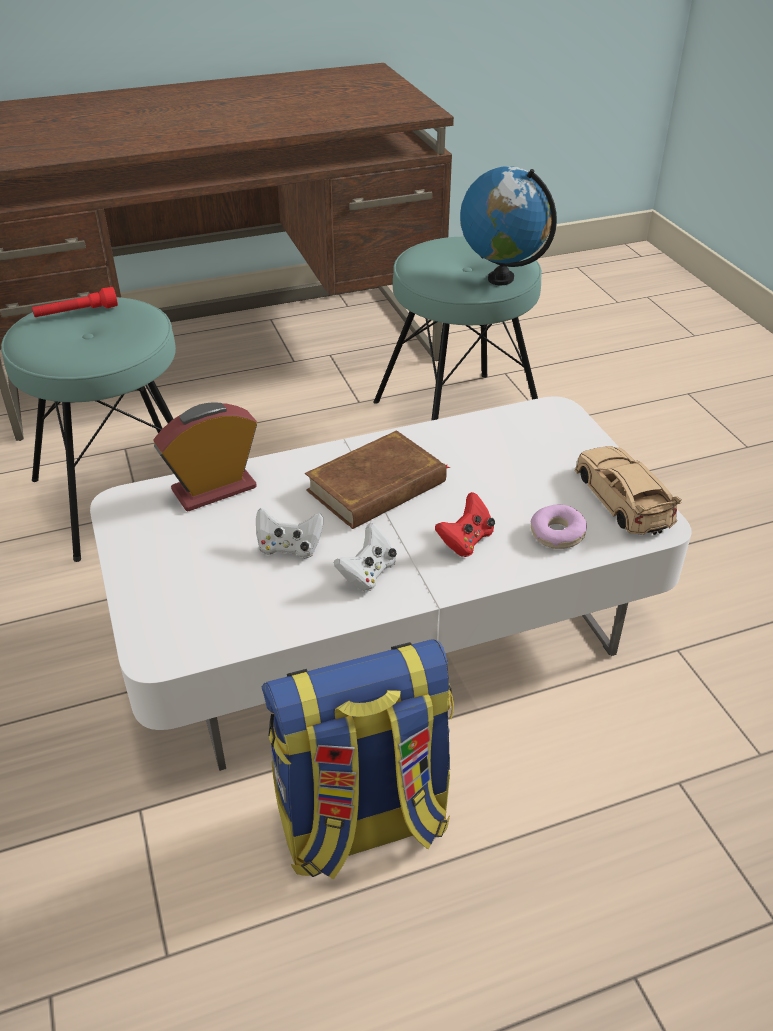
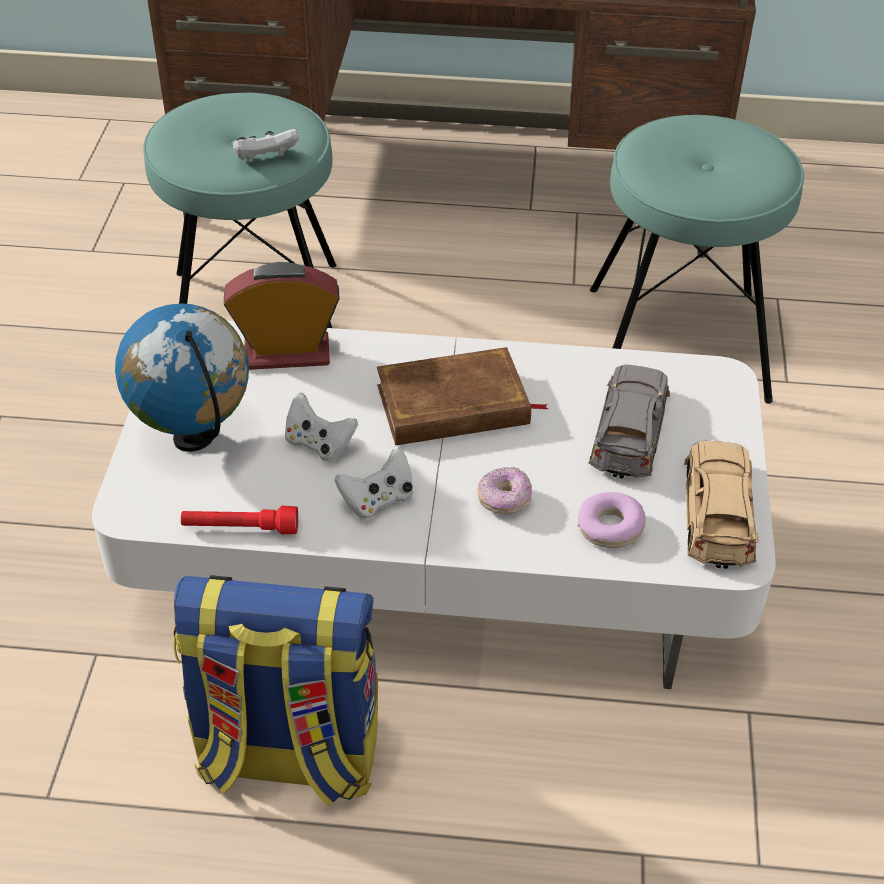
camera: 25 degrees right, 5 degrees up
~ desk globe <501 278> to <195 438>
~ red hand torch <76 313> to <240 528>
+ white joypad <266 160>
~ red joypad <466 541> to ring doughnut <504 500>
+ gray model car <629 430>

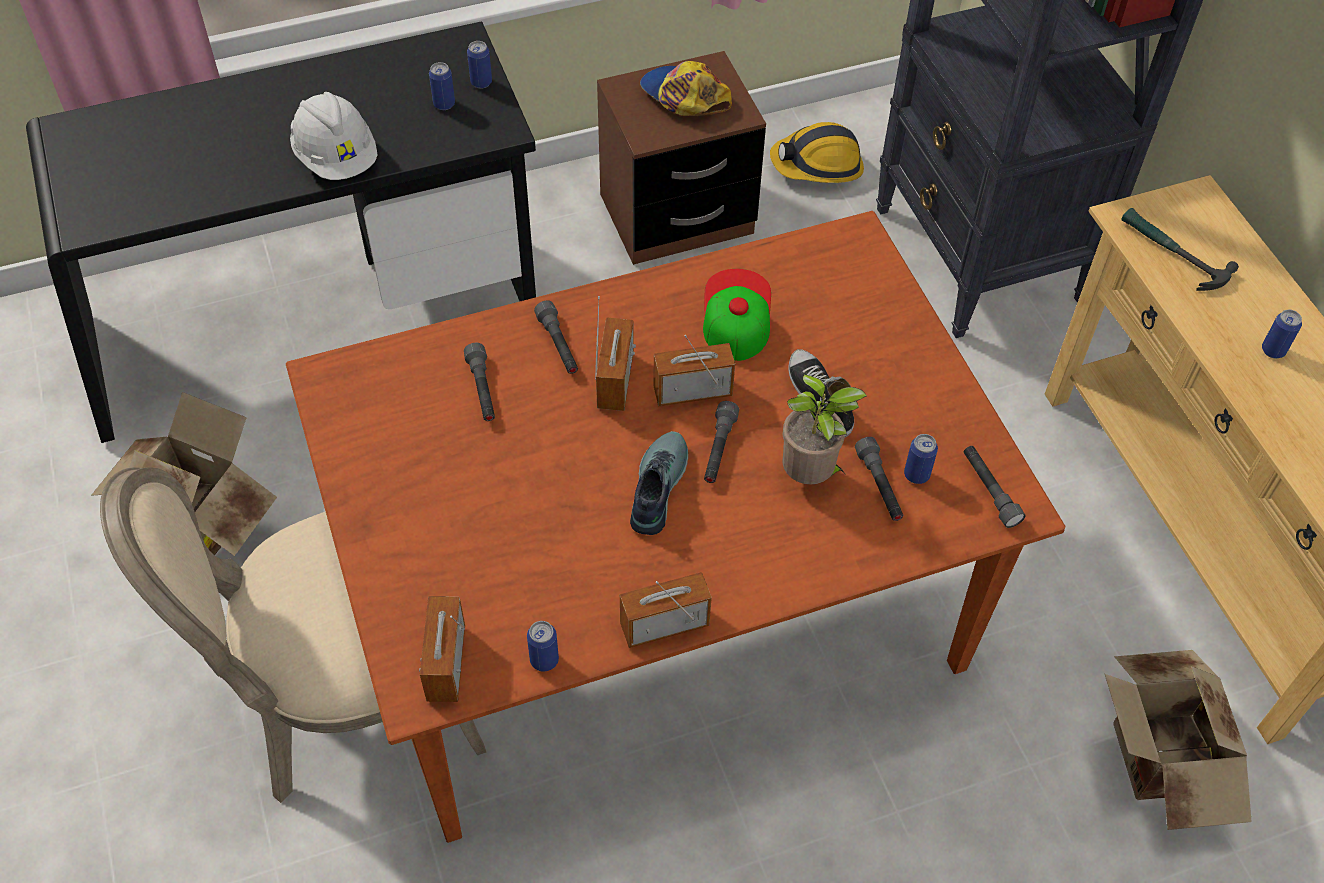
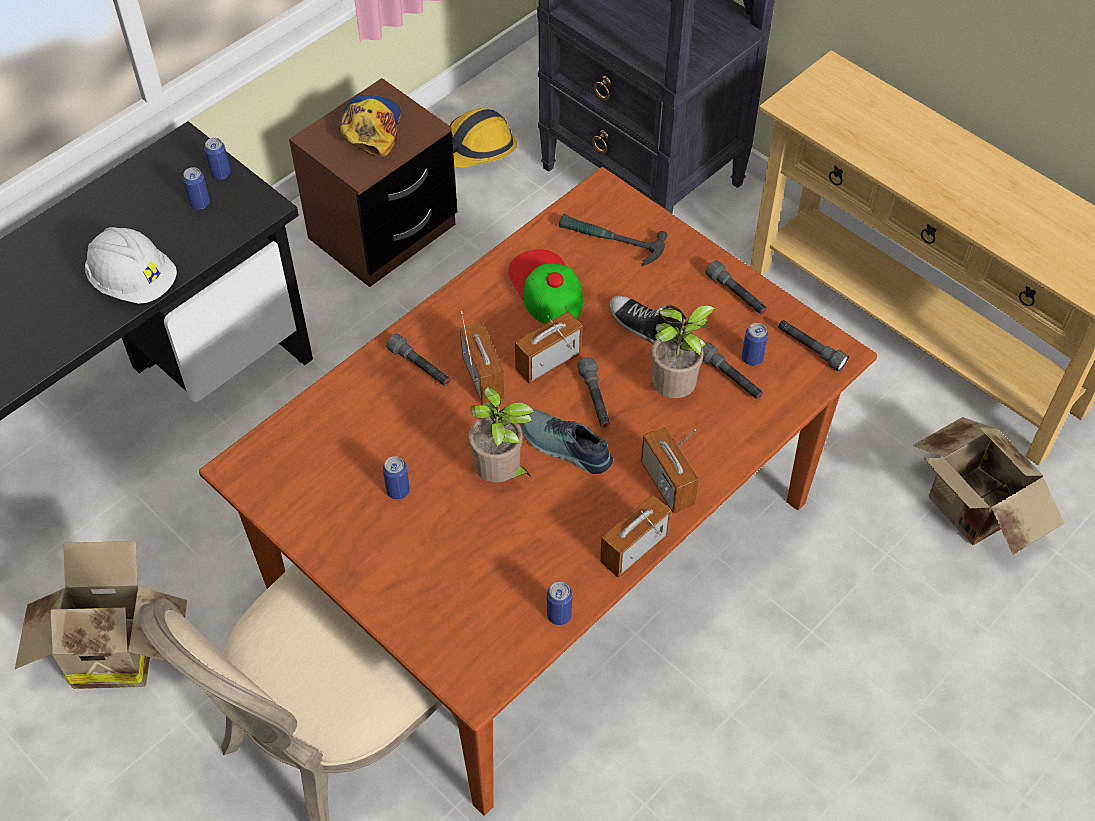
camera: 25 degrees left, 0 degrees up
~ cap <684 96> = <371 128> 75 degrees clockwise
~ can <1273 350> to <398 491>
+ potted plant <501 475>
~ shoe <655 487> = <564 448> 45 degrees counterclockwise
~ hand hammer <1171 253> to <610 241>
~ radio receiver <446 663> to <667 484>
~ gray hand torch <482 390> to <736 295>

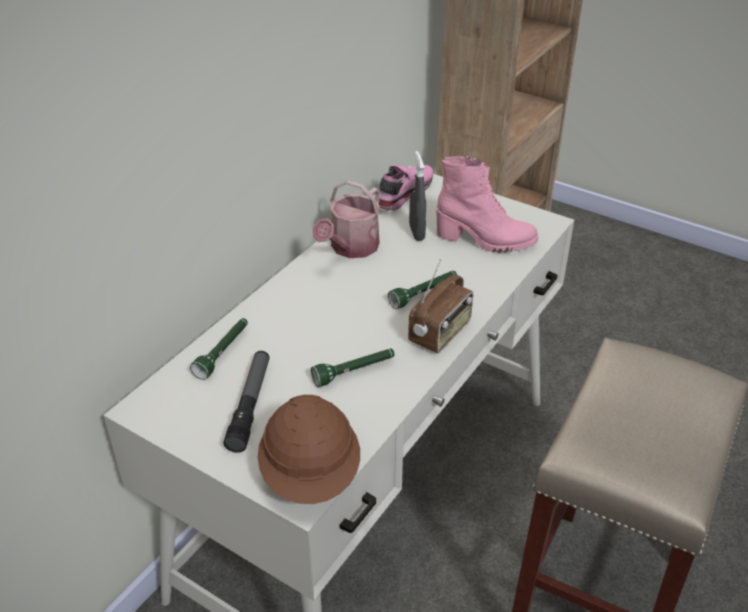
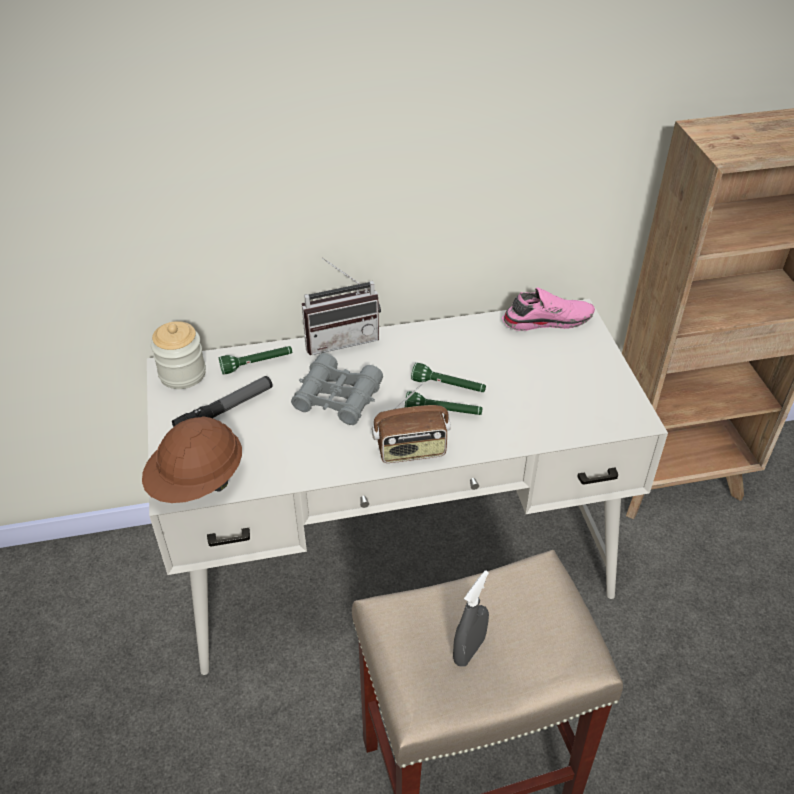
camera: 45 degrees right, 5 degrees up
+ storage jar <182 374>
+ gray pair of binoculars <337 398>
+ radio receiver <341 338>
~ green-coloured hand torch <354 372> to <448 386>
~ gray spray bottle <416 232> to <469 650>
- sprinkling can <351 248>
- pink-coloured boot <485 241>

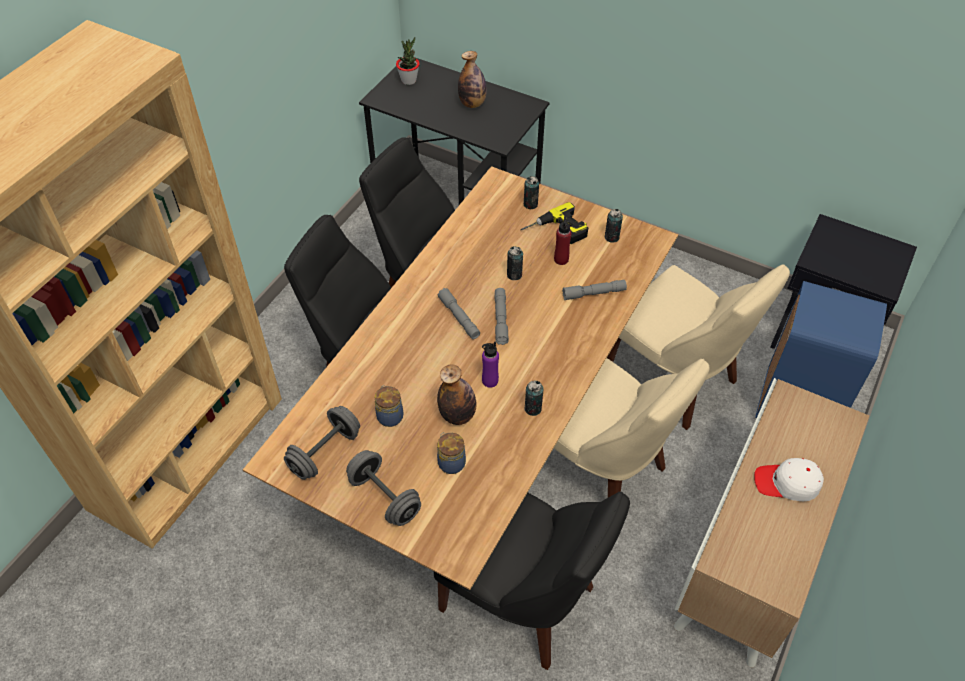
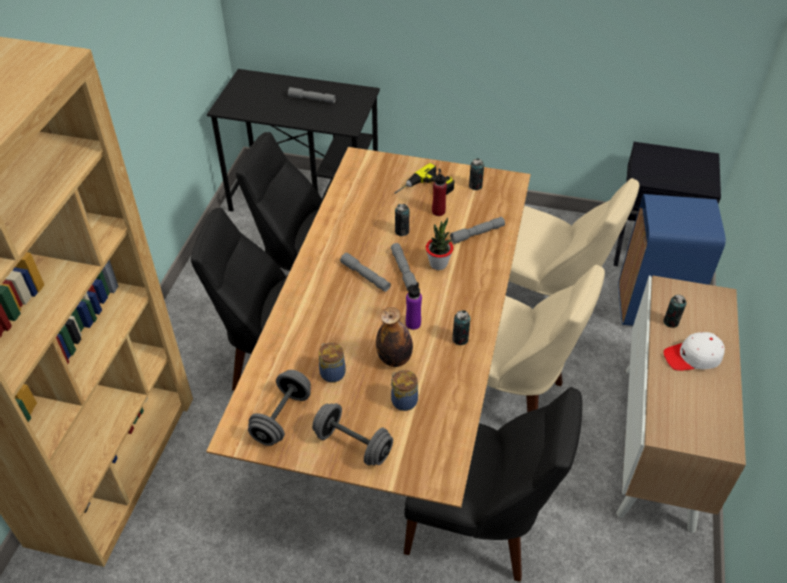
camera: 15 degrees left, 5 degrees down
~ bottle <472 104> to gray hand torch <312 99>
~ potted plant <409 80> to <438 264>
~ can <530 204> to <670 322>

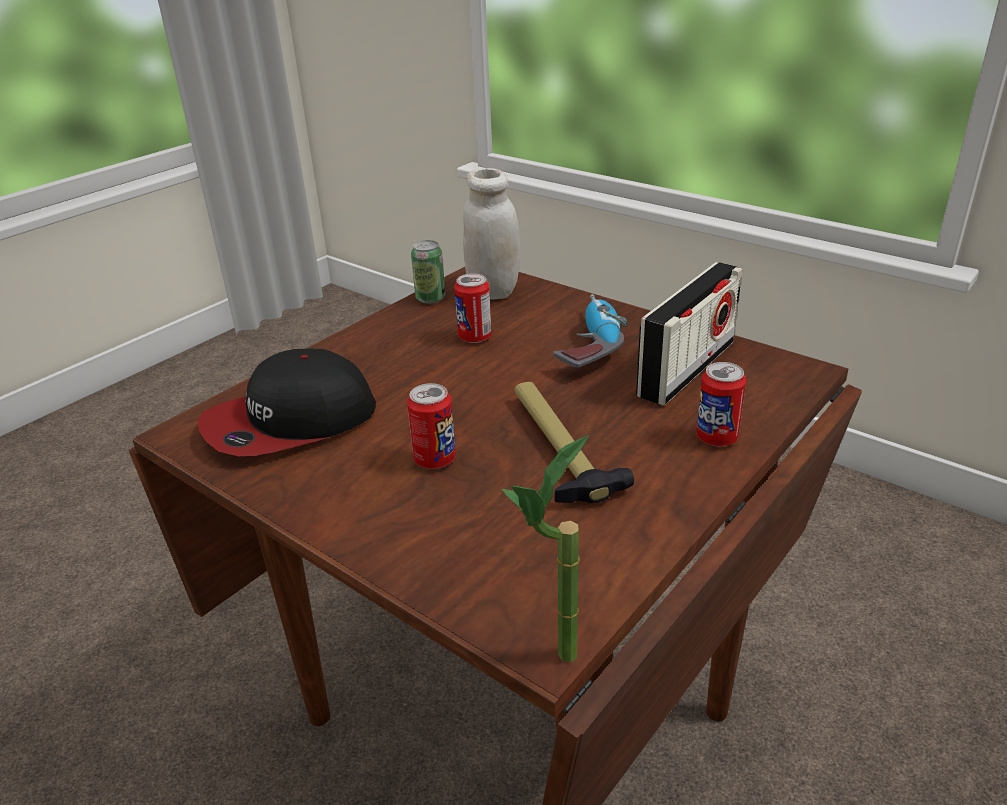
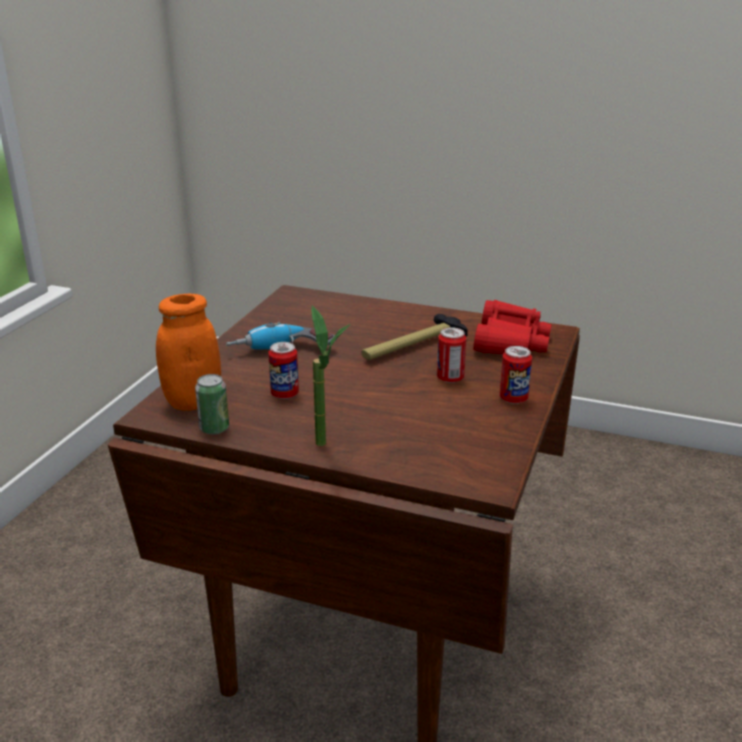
camera: 110 degrees left, 5 degrees down
~ white storage jar <493 291> to orange-coloured storage jar <193 402>
~ potted plant <550 663> to <329 447>
+ red pair of binoculars <510 342>
~ can <716 438> to <513 399>
- cap <290 422>
- radio receiver <687 369>

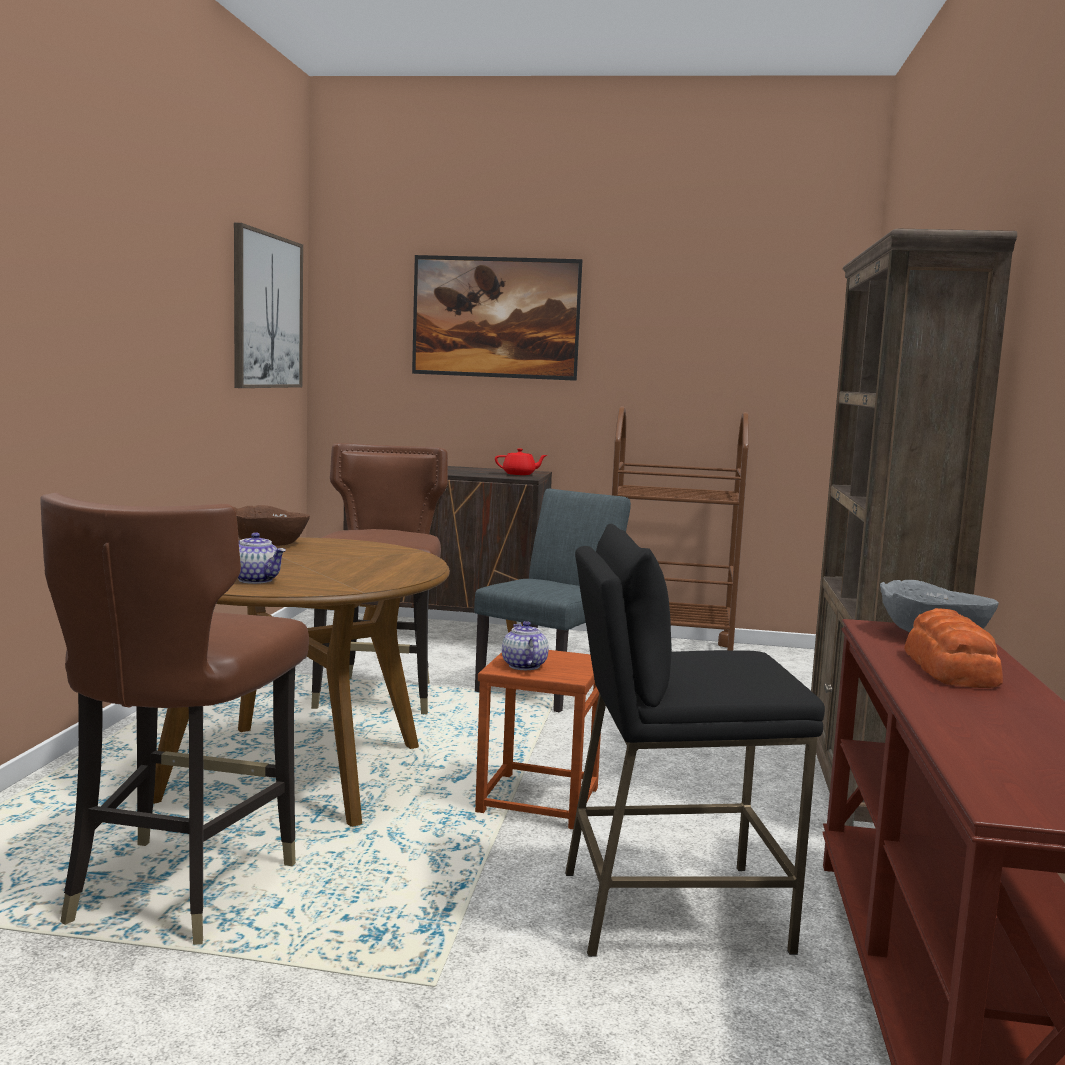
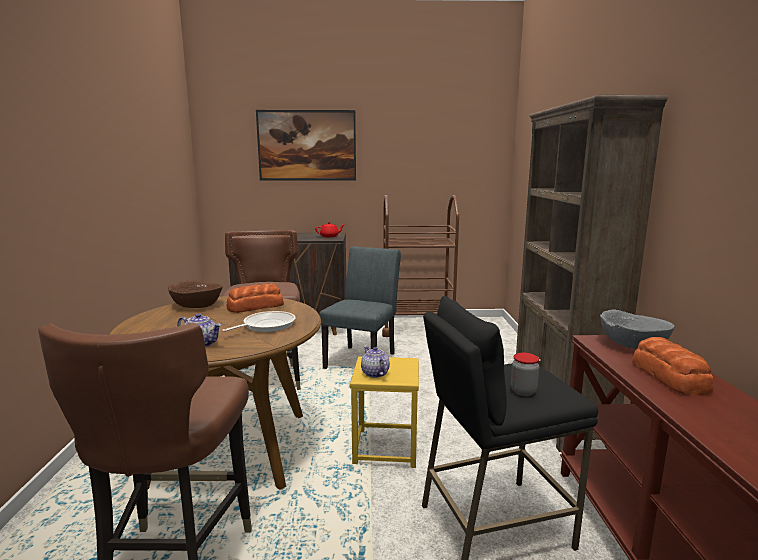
camera: 10 degrees left, 5 degrees up
+ pan <266 325>
+ bakery bread <254 306>
~ brownish stool <537 800> to yellow-coloured stool <385 447>
+ storage jar <523 391>
- picture <267 311>

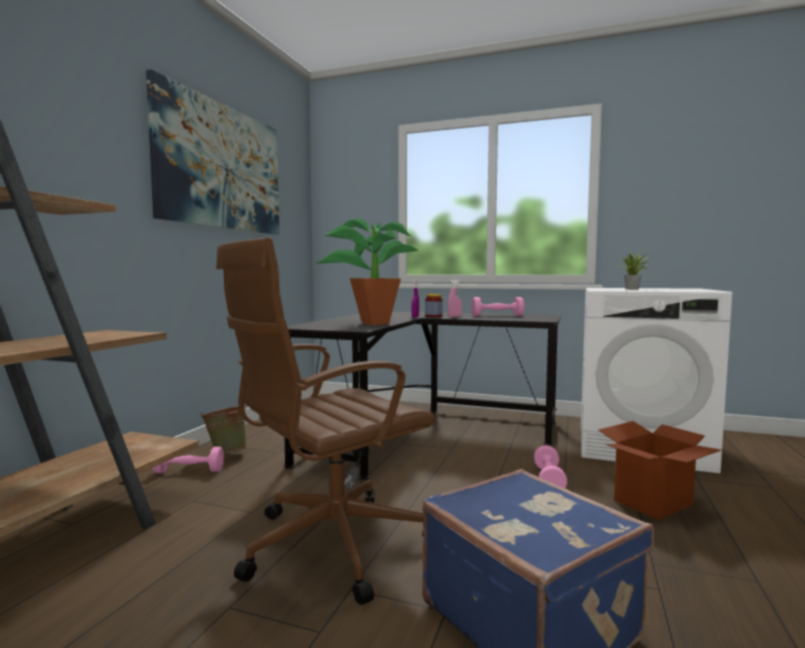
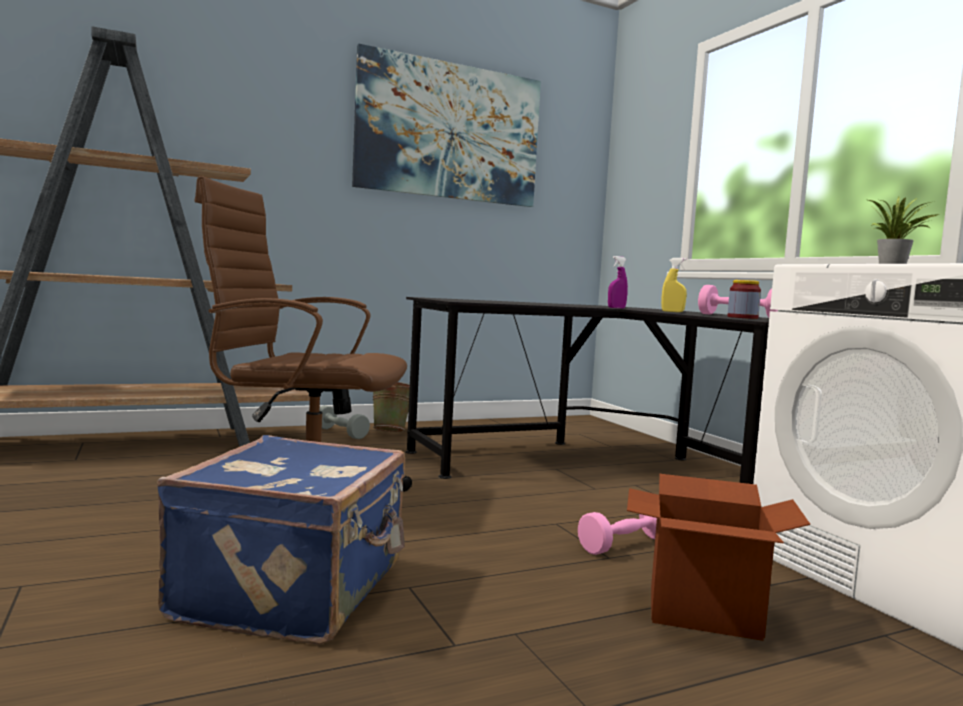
camera: 45 degrees right, 0 degrees up
~ pink-coloured hand weight <189 471> to gray hand weight <341 433>
~ pink-coloured spray bottle <454 316> to yellow-coloured spray bottle <672 311>
~ storage jar <433 316> to <742 317>
- potted plant <369 323>

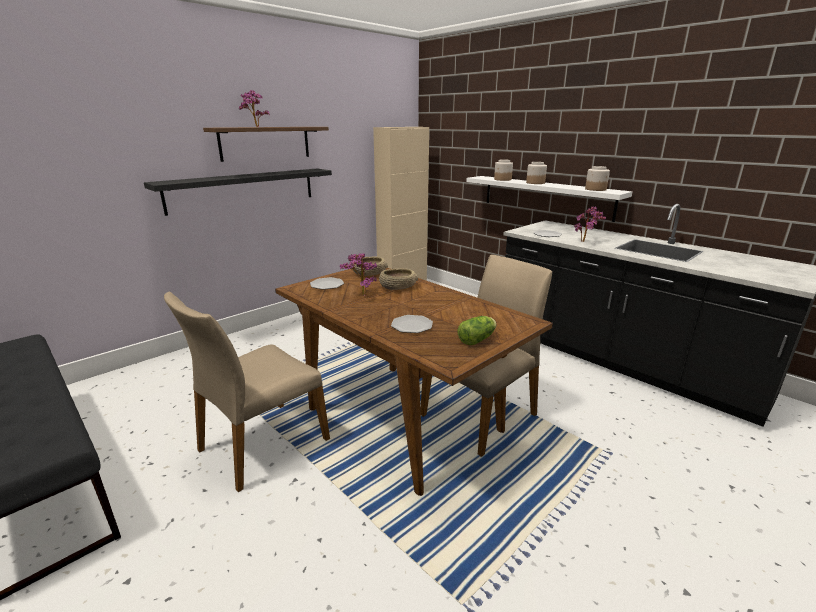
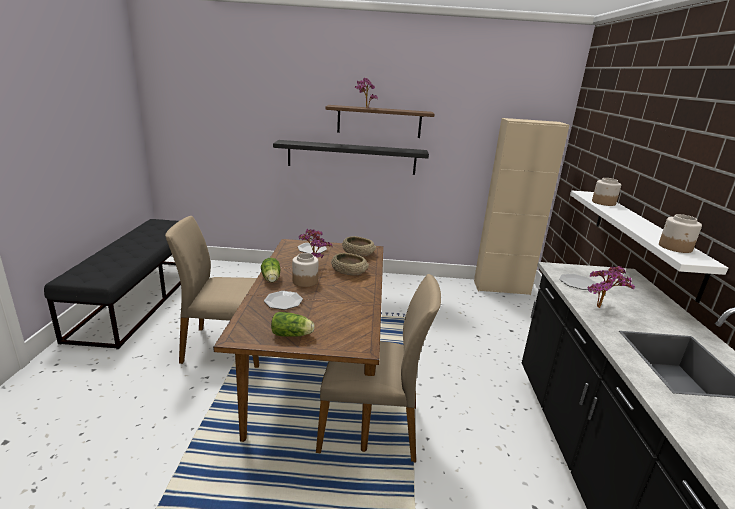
camera: 45 degrees right, 0 degrees up
+ head of lettuce <271 279>
~ storage jar <535 183> to <304 281>

